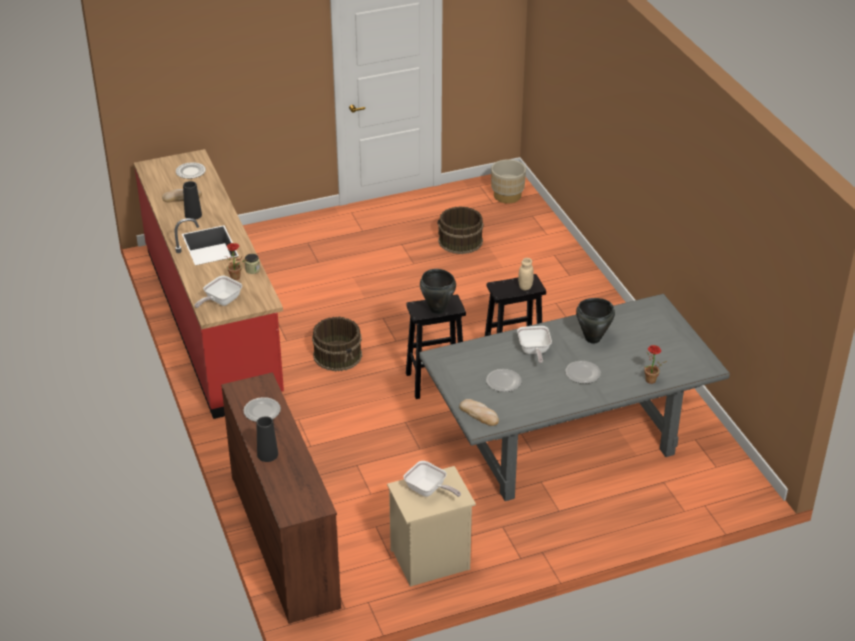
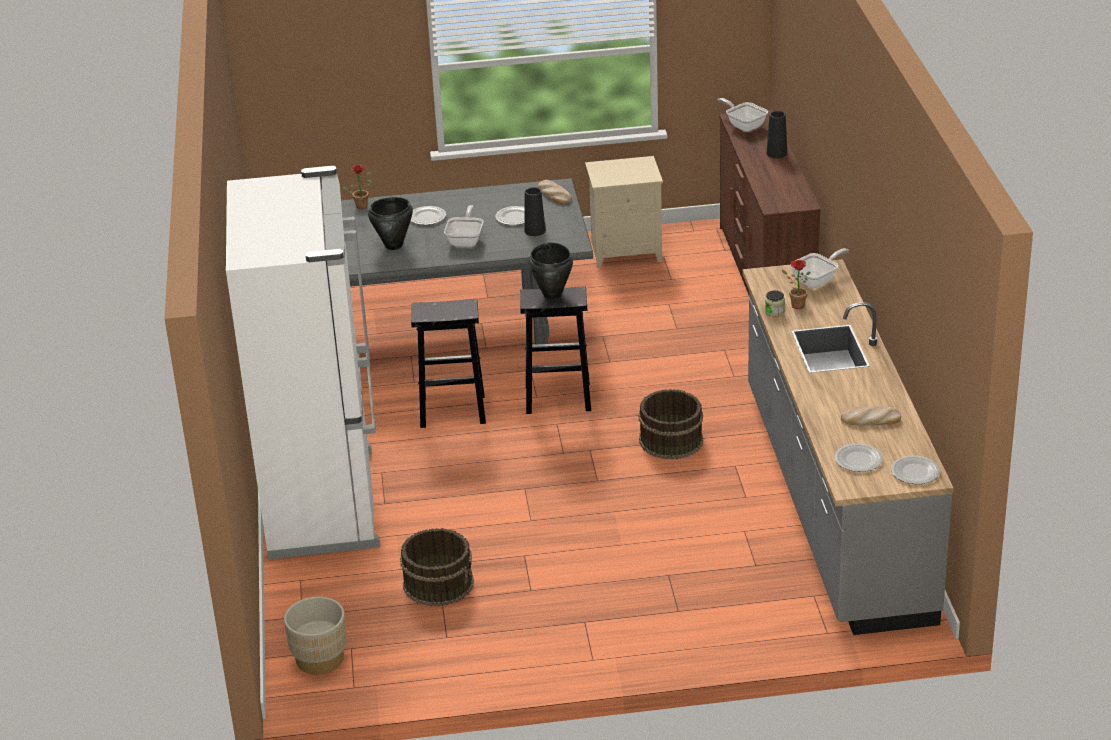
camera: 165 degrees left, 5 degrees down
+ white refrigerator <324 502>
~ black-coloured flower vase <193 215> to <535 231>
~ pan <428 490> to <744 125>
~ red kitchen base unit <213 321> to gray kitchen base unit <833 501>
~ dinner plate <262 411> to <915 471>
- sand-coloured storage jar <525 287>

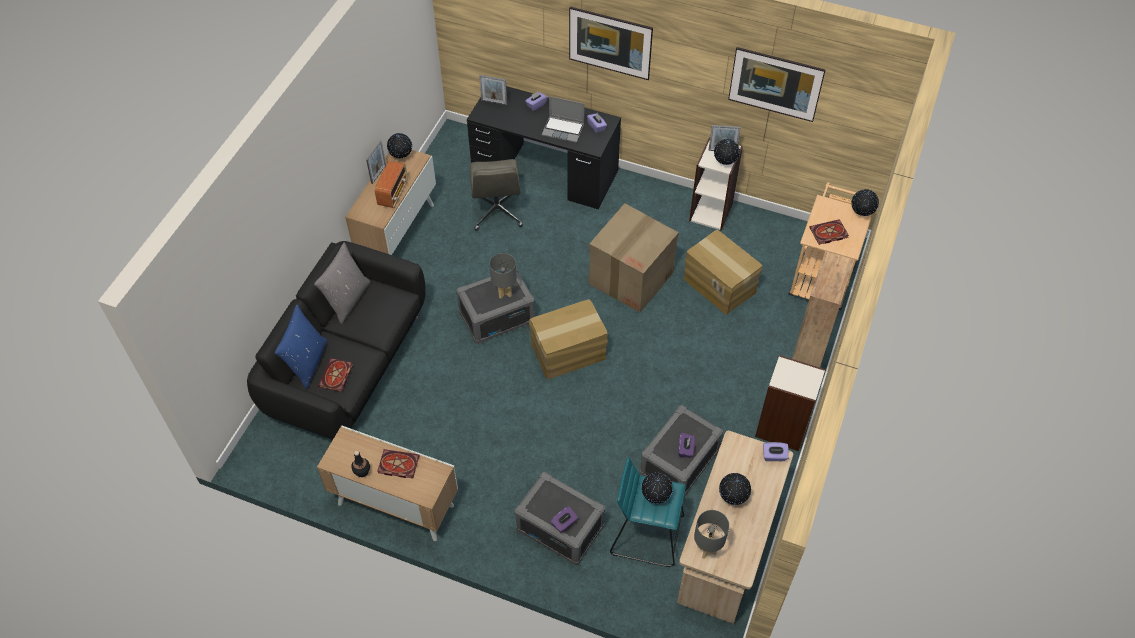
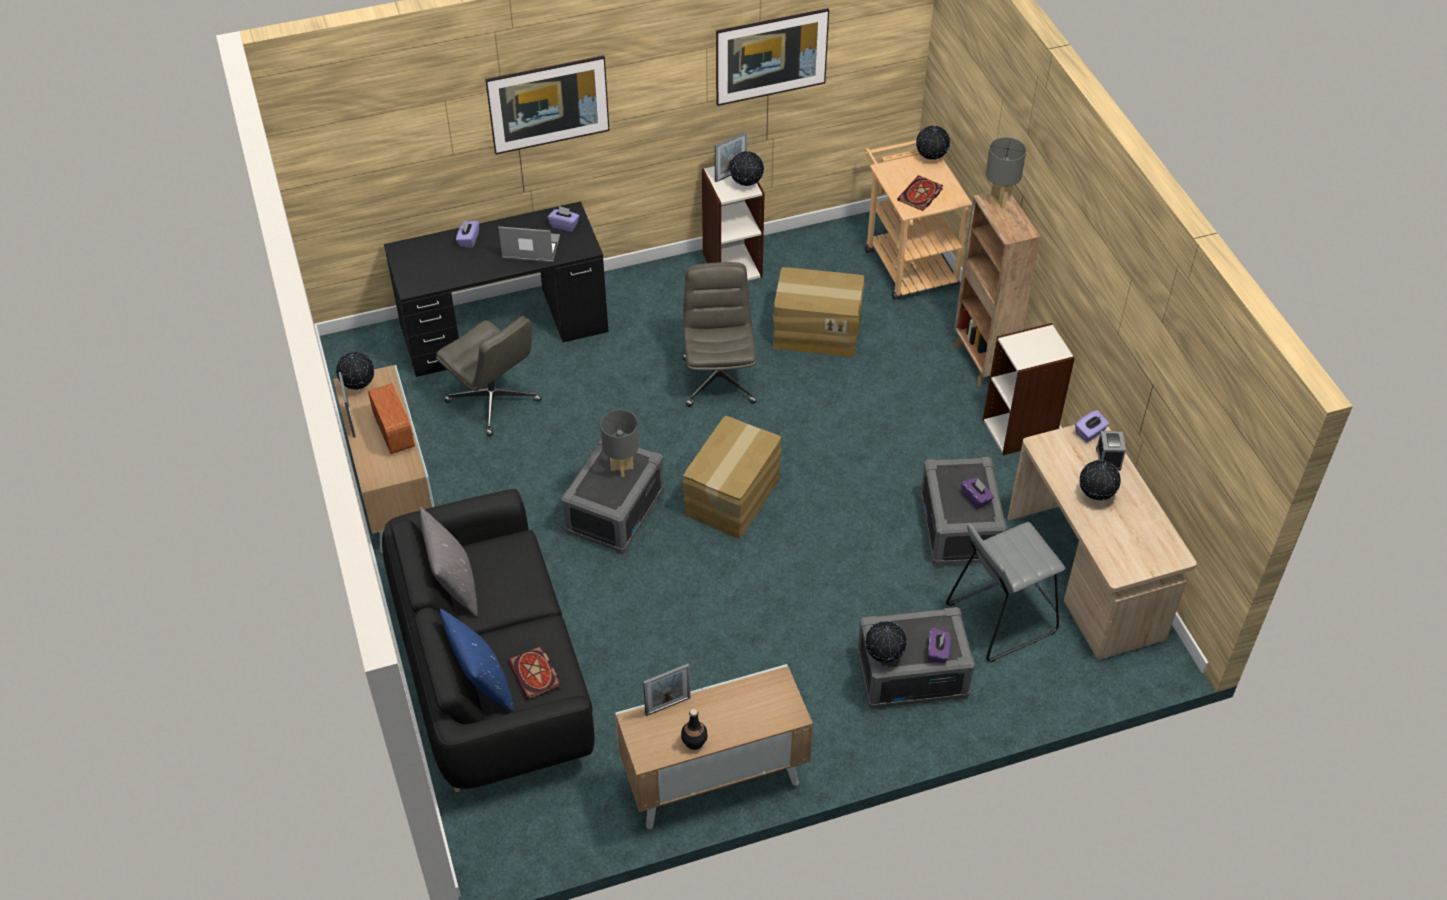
camera: 40 degrees left, 5 degrees down
~ notebook computer <563 130> = <530 248> 150 degrees counterclockwise
~ standing frame <494 102> to <667 706>
~ cardboard box <631 277> to gray office chair <718 379>
~ desk globe <655 497> to <883 657>
~ turquoise-coloured stool <647 534> to gray stool <1000 618>
~ gray table lamp <707 550> to <999 201>
+ bedside clock <1108 458>
- book <397 465>

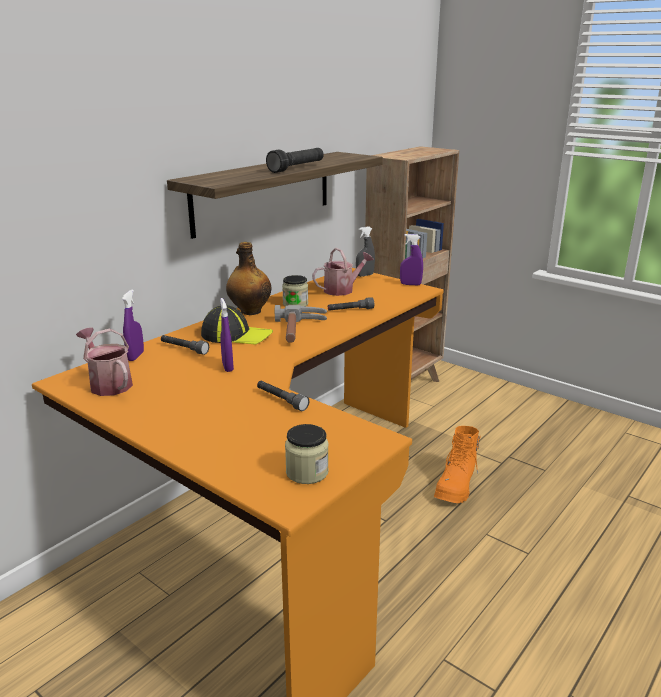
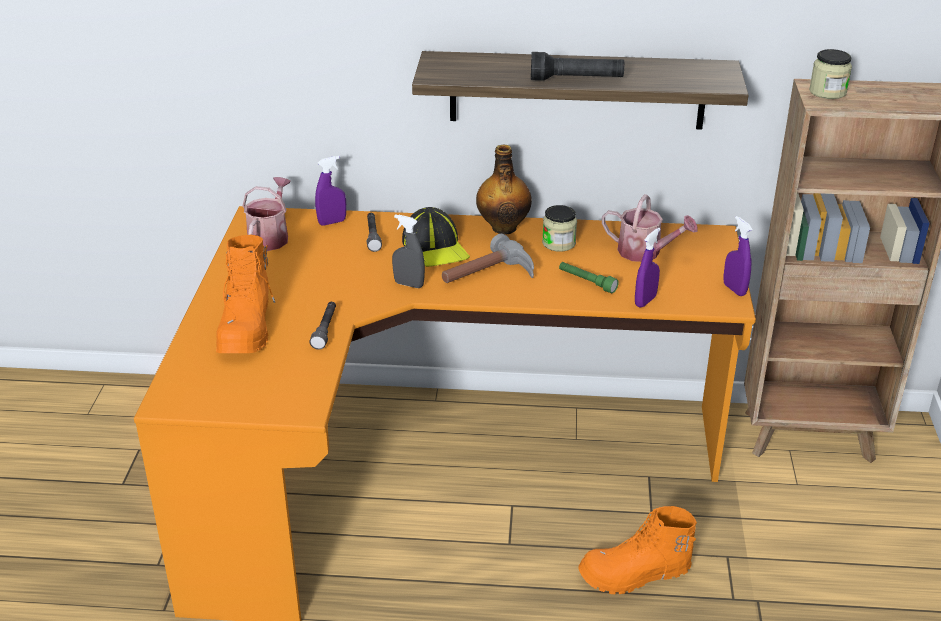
camera: 55 degrees right, 10 degrees up
+ orange-coloured boot <247 328>
~ gray spray bottle <365 275> to <409 284>
~ gray hand torch <350 310> to green-coloured hand torch <587 282>
~ purple-coloured spray bottle <227 367> to <645 301>
~ storage jar <307 472> to <827 92>

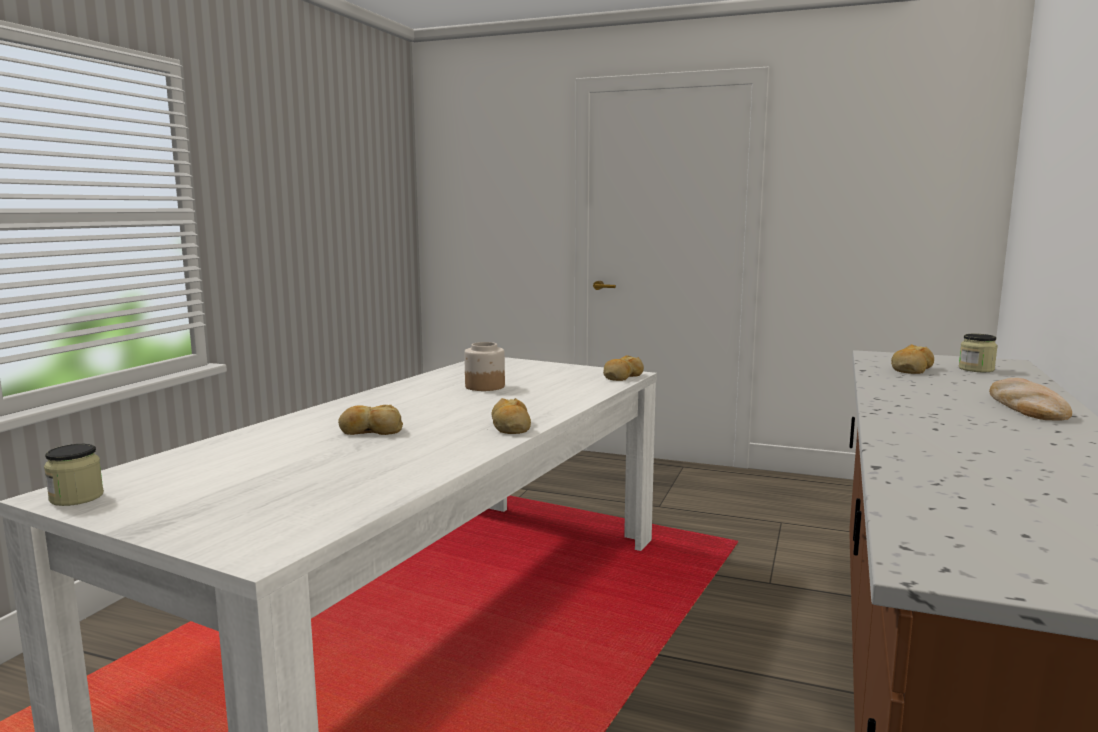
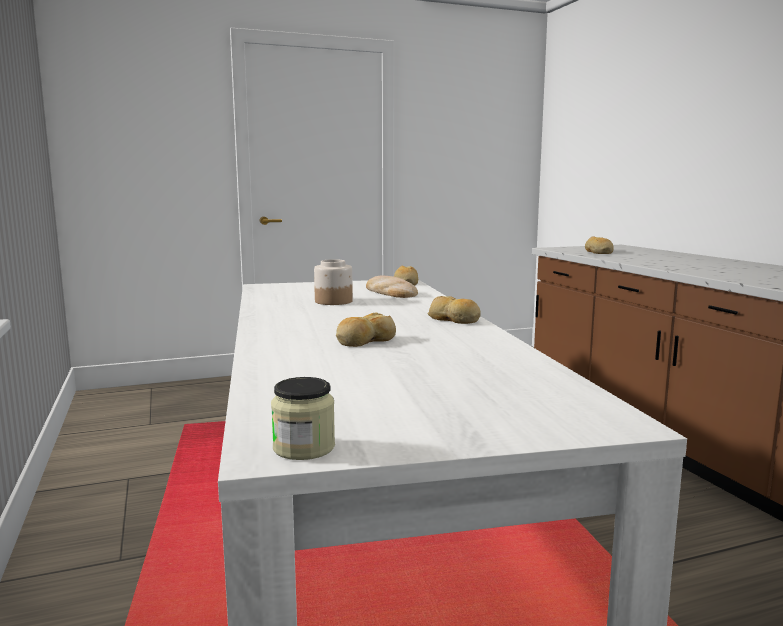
camera: 40 degrees left, 0 degrees up
~ bakery bread <1025 406> to <389 292>
- storage jar <976 369>

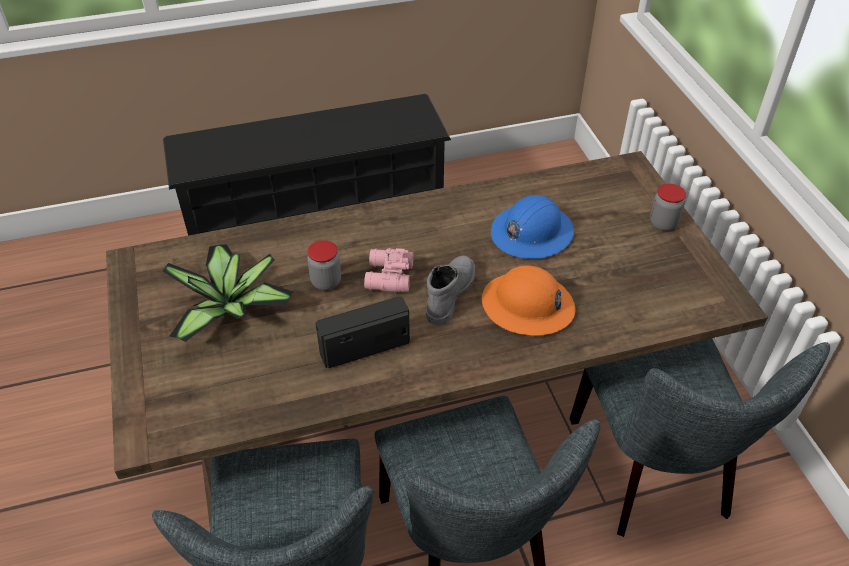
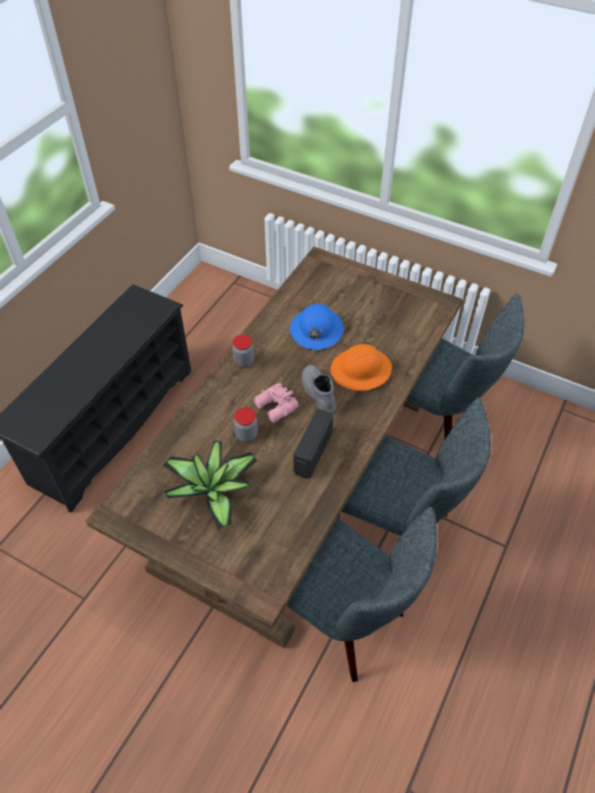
camera: 45 degrees left, 5 degrees up
~ storage jar <663 223> to <244 361>

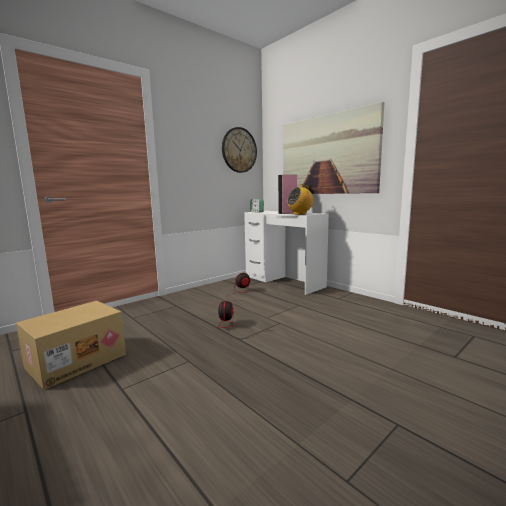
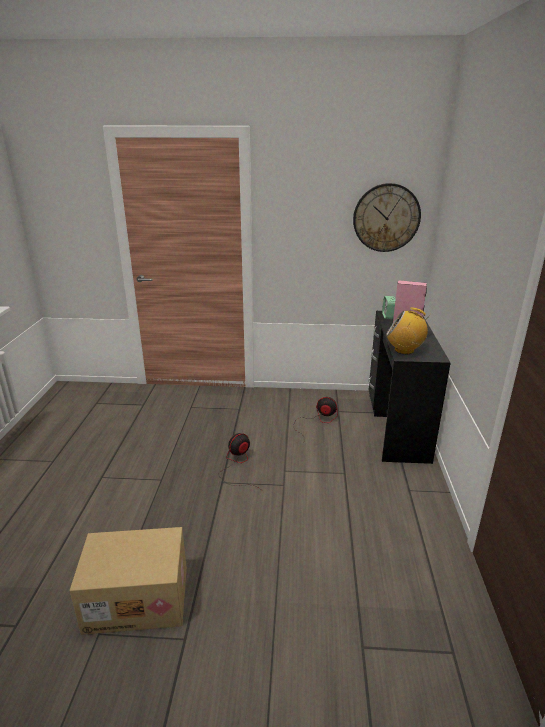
camera: 45 degrees right, 15 degrees up
~ cardboard box <77 360> to <138 598>
~ white desk unit <284 281> to black-coloured desk unit <397 426>
- picture <327 155>

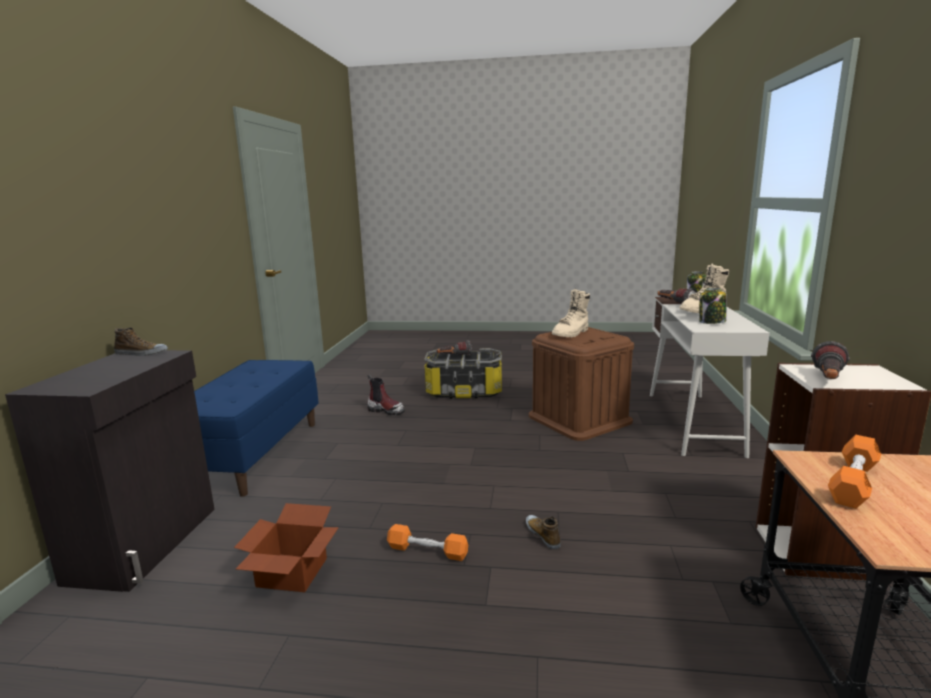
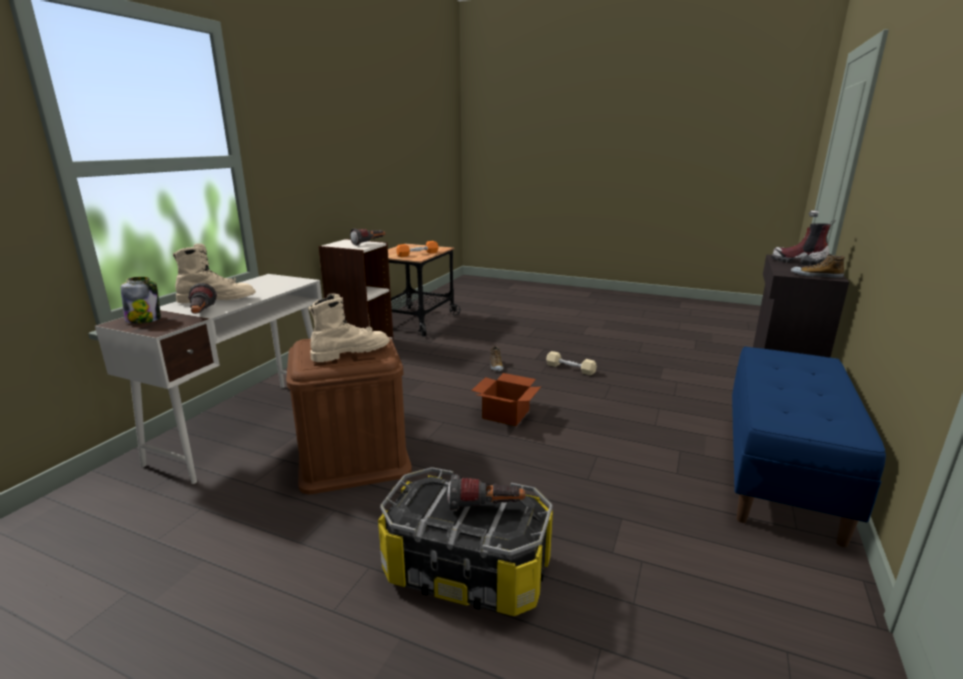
camera: 165 degrees left, 5 degrees up
~ cardboard box <290 573> to <507 414>
~ orange-coloured hand weight <427 551> to sand-coloured hand weight <570 369>
~ boot <386 410> to <798 262>
- storage jar <711 322>

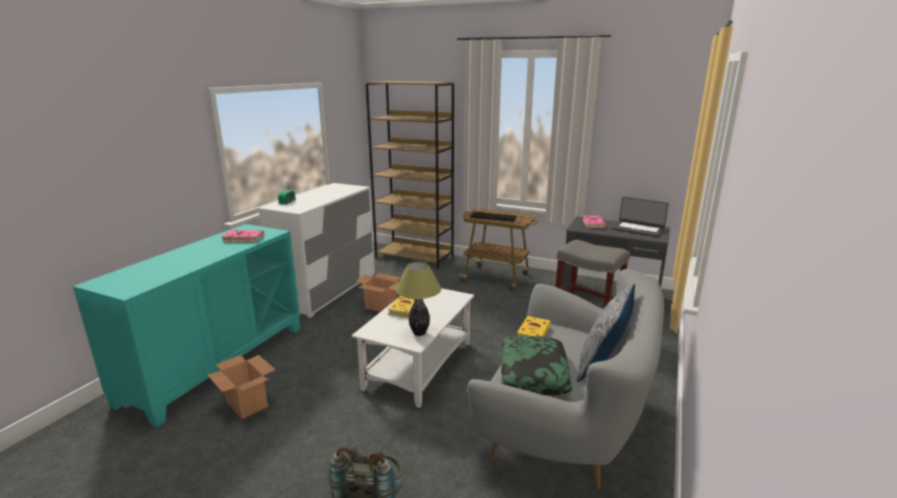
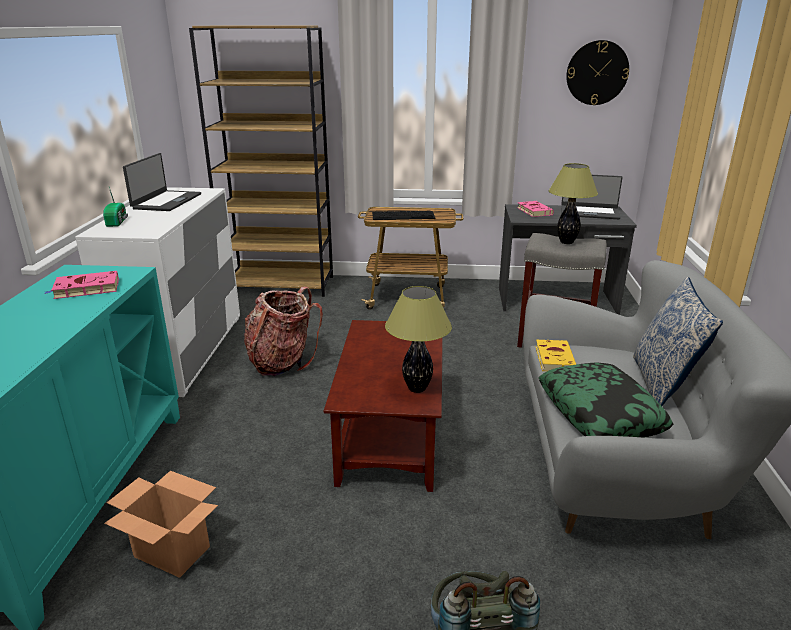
camera: 20 degrees left, 5 degrees up
+ notebook computer <166 201>
~ cardboard box <381 307> to backpack <282 361>
~ white coffee table <419 366> to brownish coffee table <391 434>
+ table lamp <567 242>
+ hanging clock <597 73>
- yellow-coloured book <405 308>

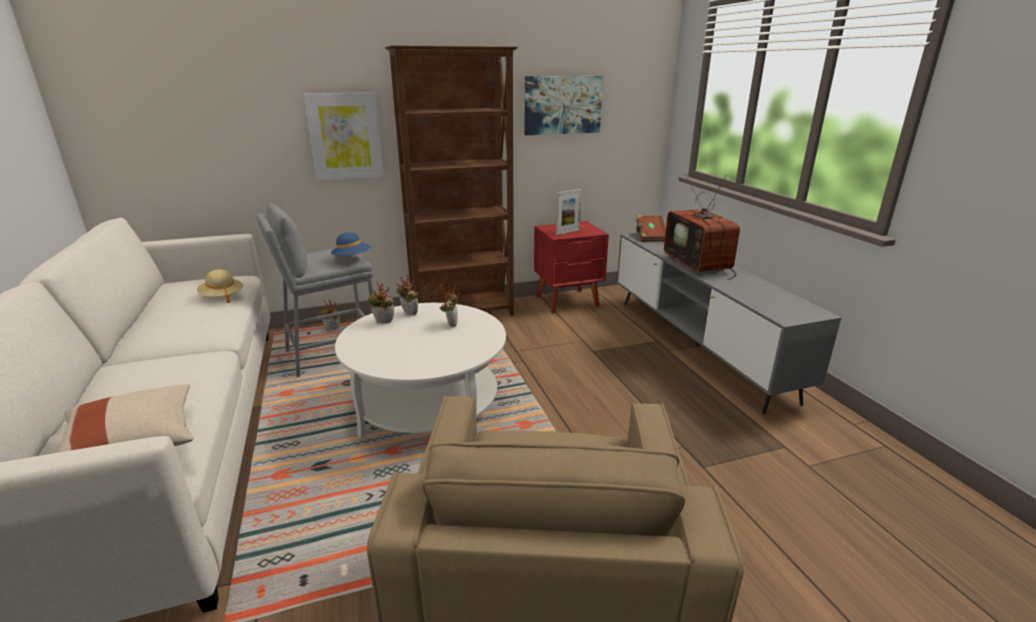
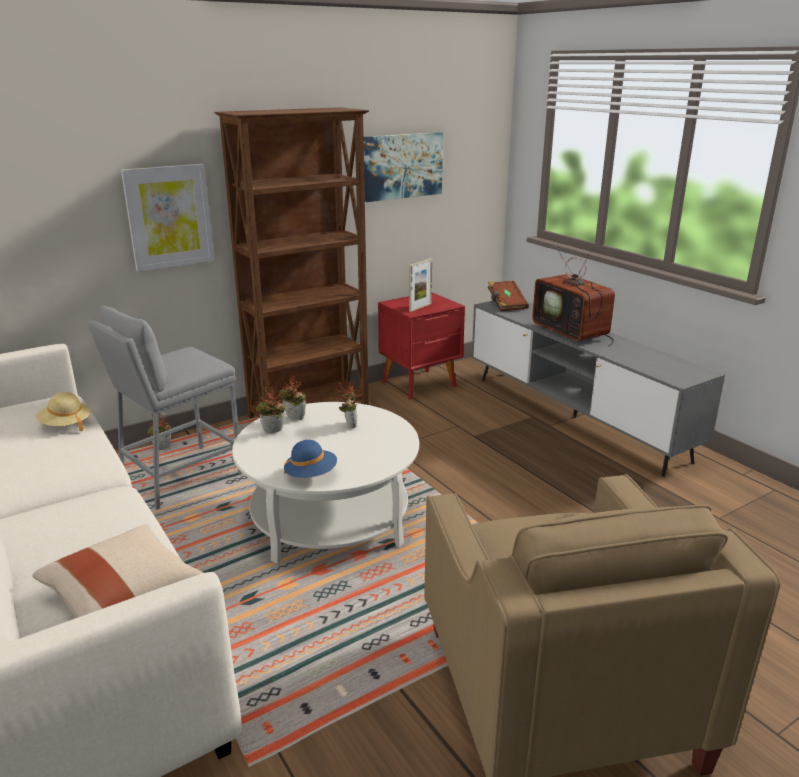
camera: 15 degrees left, 0 degrees up
~ blue wearable hat <352 259> to <311 475>

